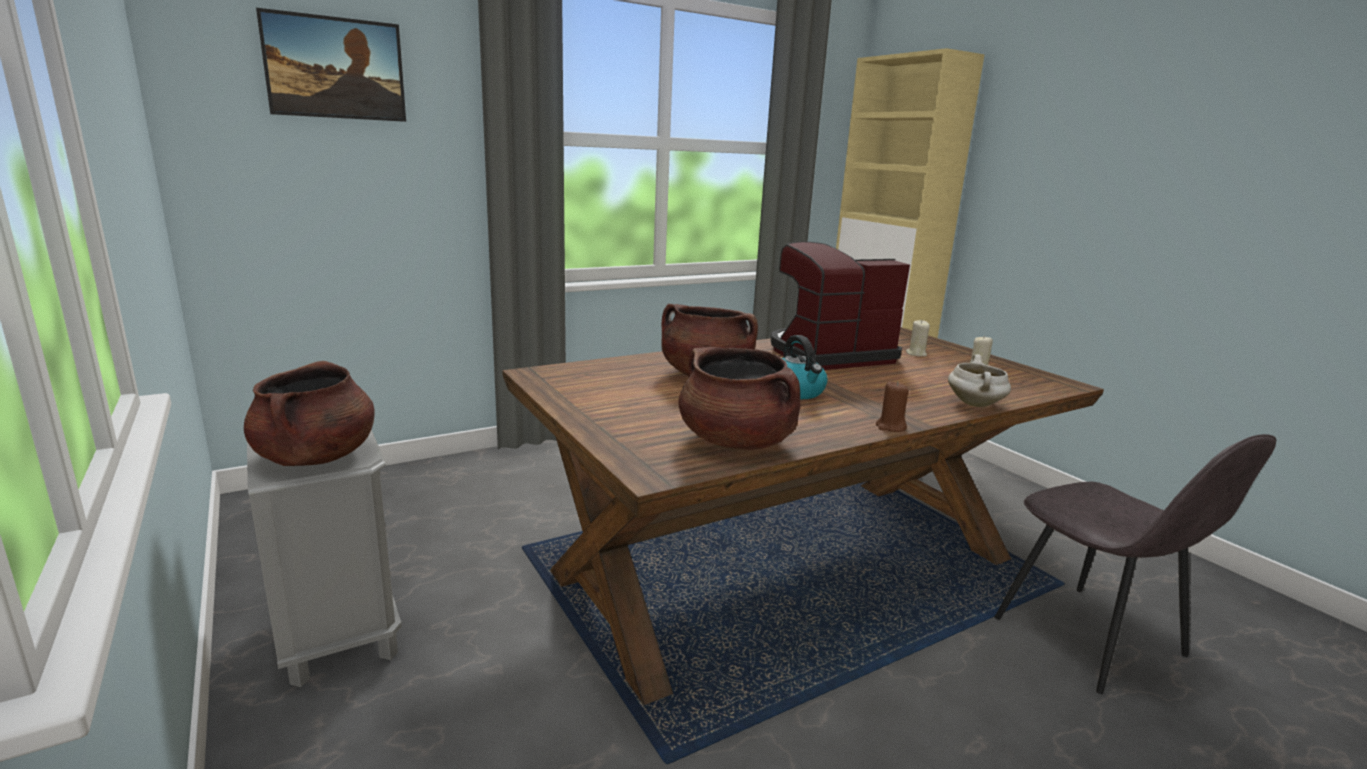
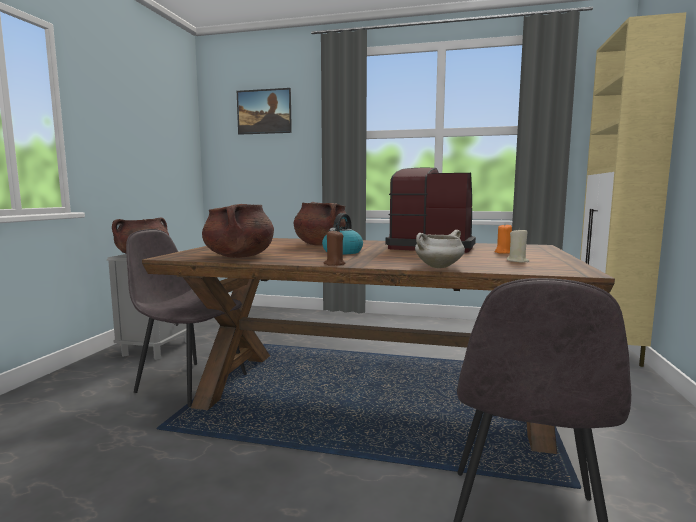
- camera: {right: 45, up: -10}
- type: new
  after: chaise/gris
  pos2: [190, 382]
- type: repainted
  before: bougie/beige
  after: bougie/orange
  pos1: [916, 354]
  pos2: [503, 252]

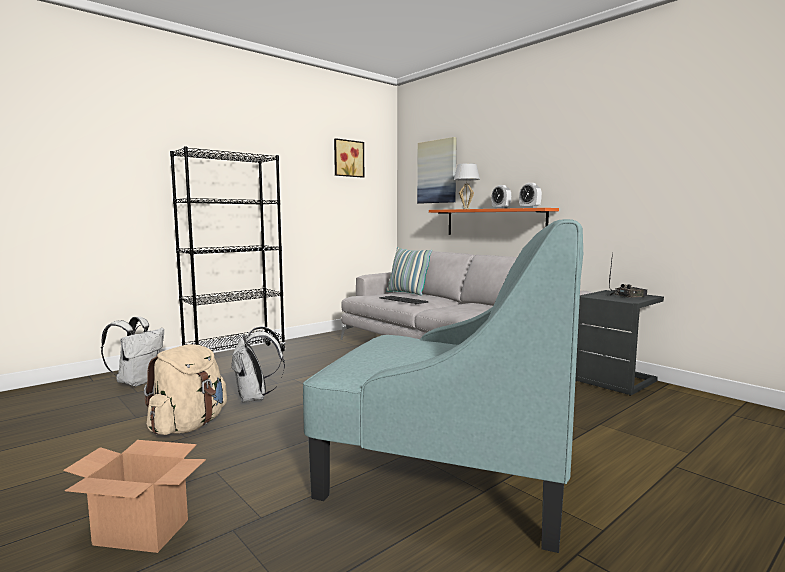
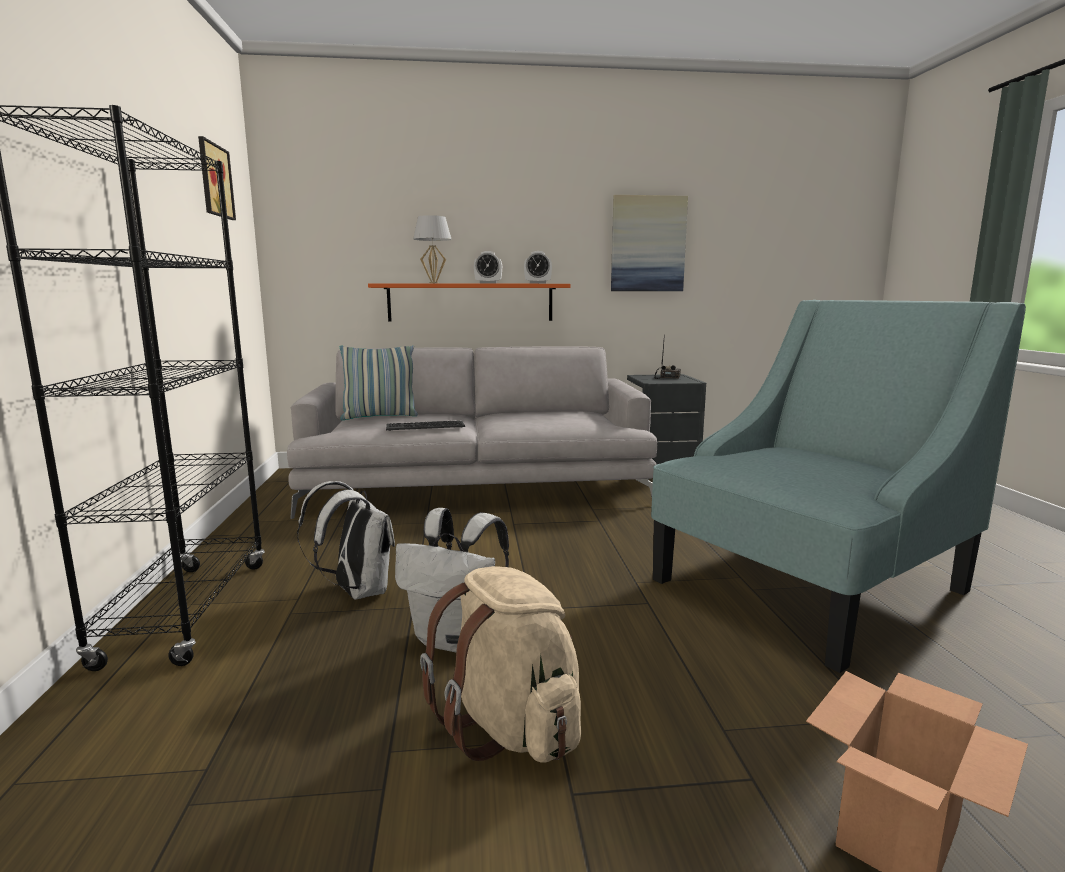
- camera: {right: -55, up: 5}
- type: shifted
  before: sac à dos/blanc
  pos1: [137, 382]
  pos2: [357, 592]
- type: shifted
  before: tableau
  pos1: [437, 172]
  pos2: [648, 244]

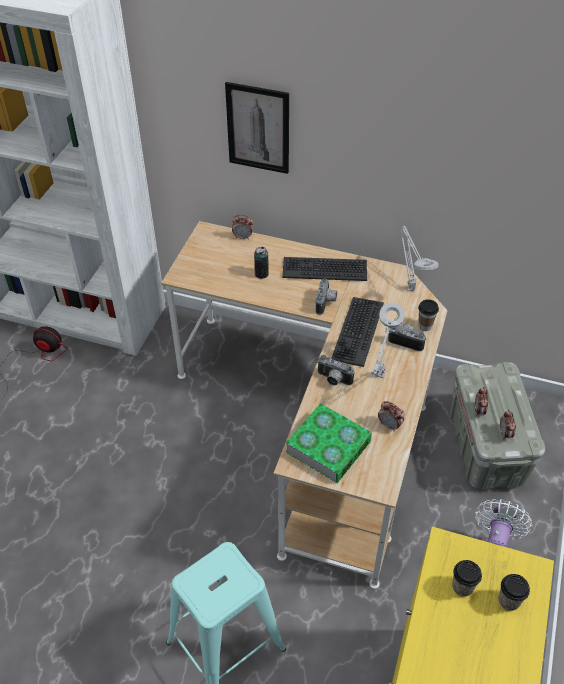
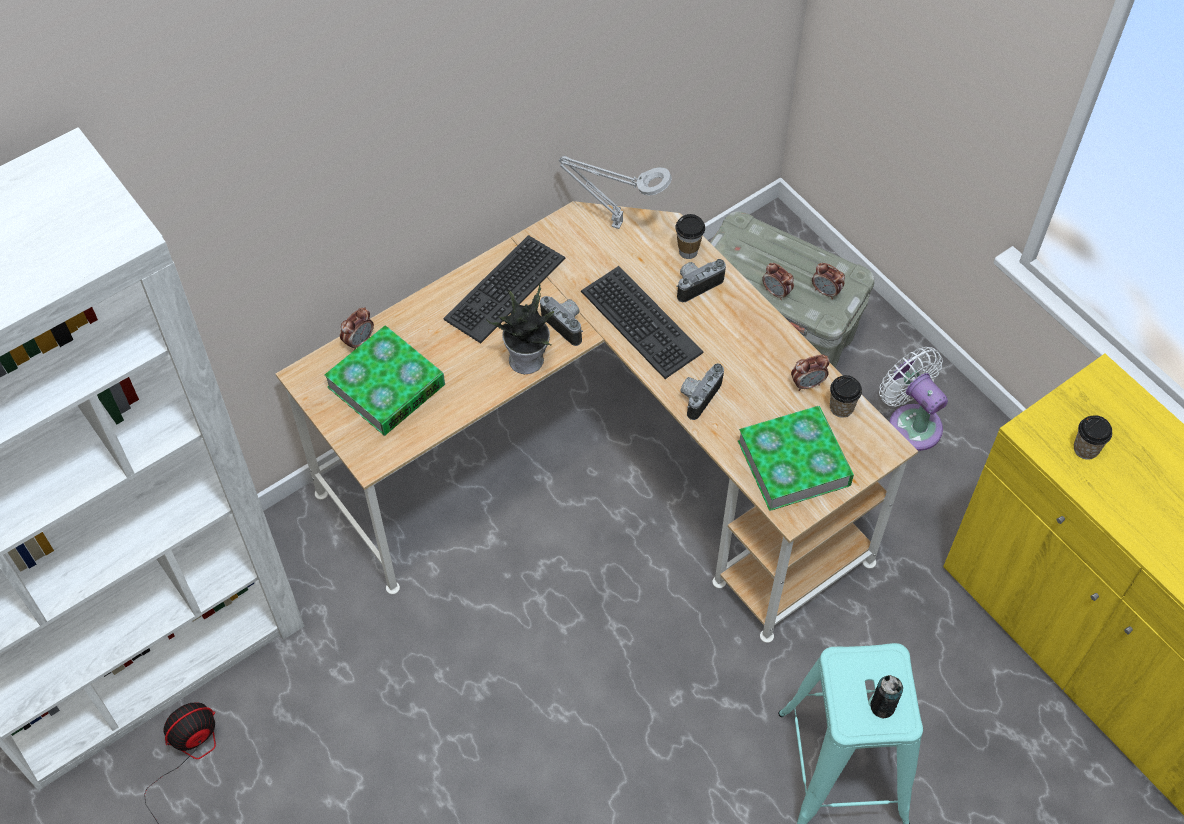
- camera: {right: -55, up: 10}
- type: gone
  before: tableau
  pos1: [258, 128]
- type: gone
  before: lampe de table/gris
  pos1: [379, 377]
- type: new
  after: livre
  pos2: [386, 386]
- type: new
  after: plante en pot
  pos2: [528, 360]
- type: shifted
  before: boîte métallique
  pos1: [261, 274]
  pos2: [882, 706]
- type: shifted
  before: tasse
  pos1: [509, 601]
  pos2: [841, 407]
- type: rotated
  before: appareil photo
  pos1: [333, 380]
  pos2: [698, 396]
  turn: 150

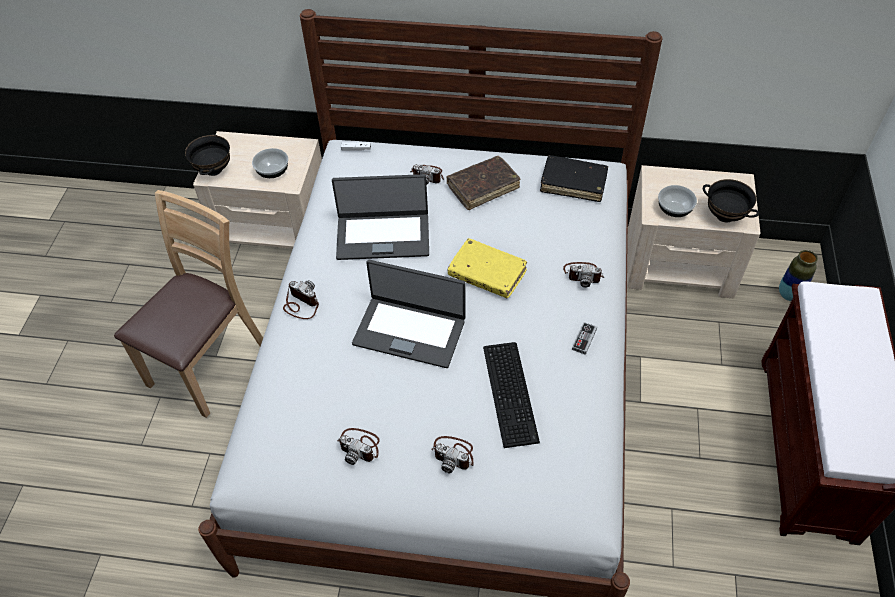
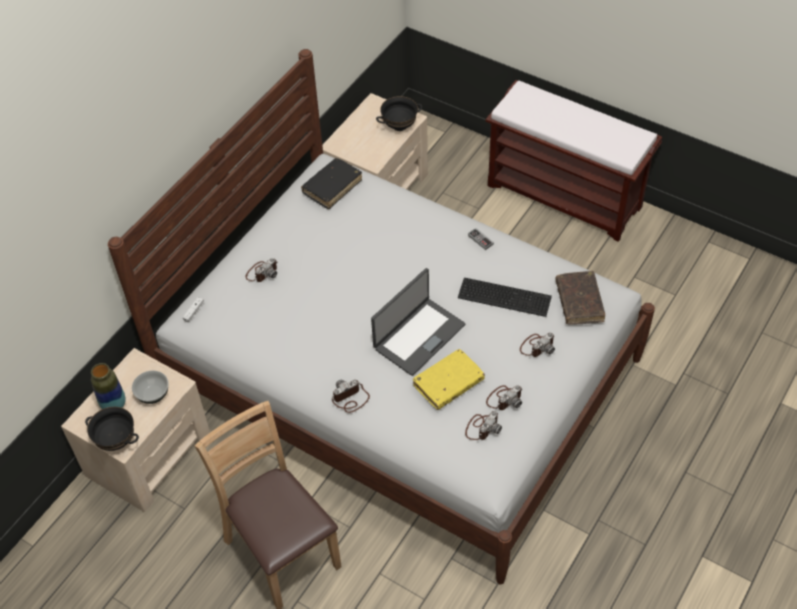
- camera: {right: -65, up: 0}
- type: gone
  before: ordinateur portable
  pos1: [383, 235]
- type: gone
  before: bol
  pos1: [674, 209]
- type: shifted
  before: livre/marron
  pos1: [483, 187]
  pos2: [579, 302]
- type: shifted
  before: livre/jaune
  pos1: [487, 274]
  pos2: [448, 383]
- type: shifted
  before: appareil photo
  pos1: [583, 274]
  pos2: [482, 427]
- type: shifted
  before: vase
  pos1: [789, 294]
  pos2: [114, 405]

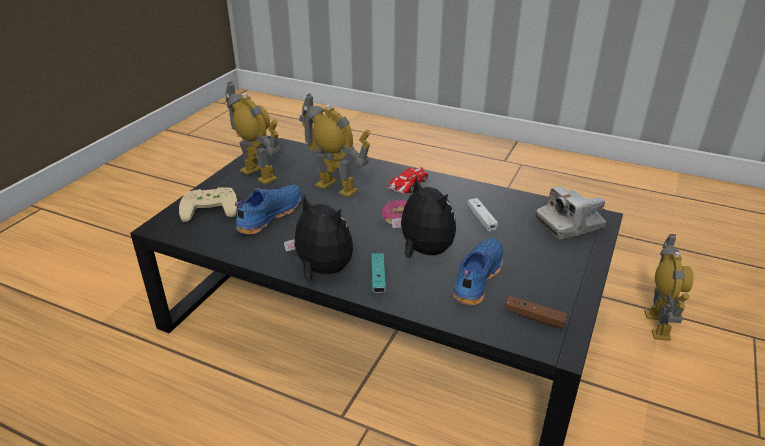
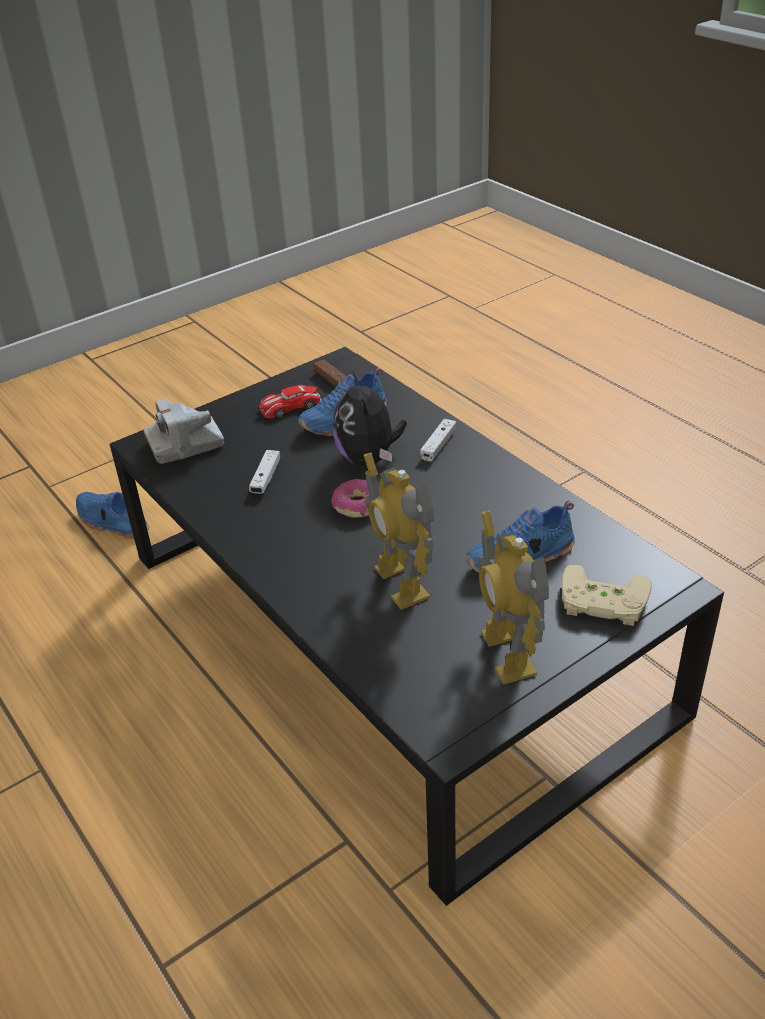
- camera: {right: -150, up: 5}
- type: gone
  before: peluche
  pos1: [322, 271]
- type: shifted
  before: petite voiture
  pos1: [409, 184]
  pos2: [289, 406]
- type: swapped
  before: robot jouet
  after: chaussure/bleu
  pos1: [657, 325]
  pos2: [112, 523]
- type: repainted
  before: manette/turquoise
  after: manette/blanc
  pos1: [378, 278]
  pos2: [438, 445]
- type: rotated
  before: appareil photo
  pos1: [569, 225]
  pos2: [185, 444]
  turn: 150

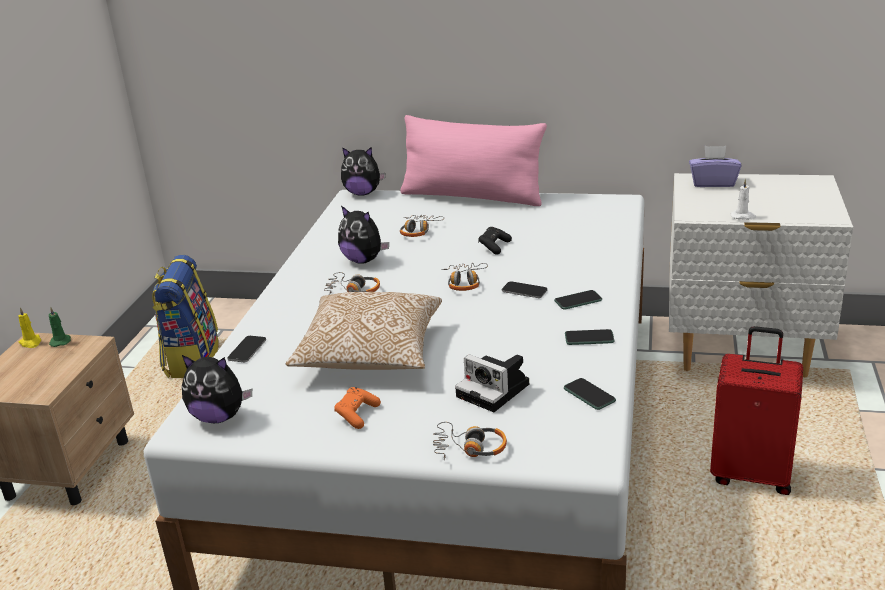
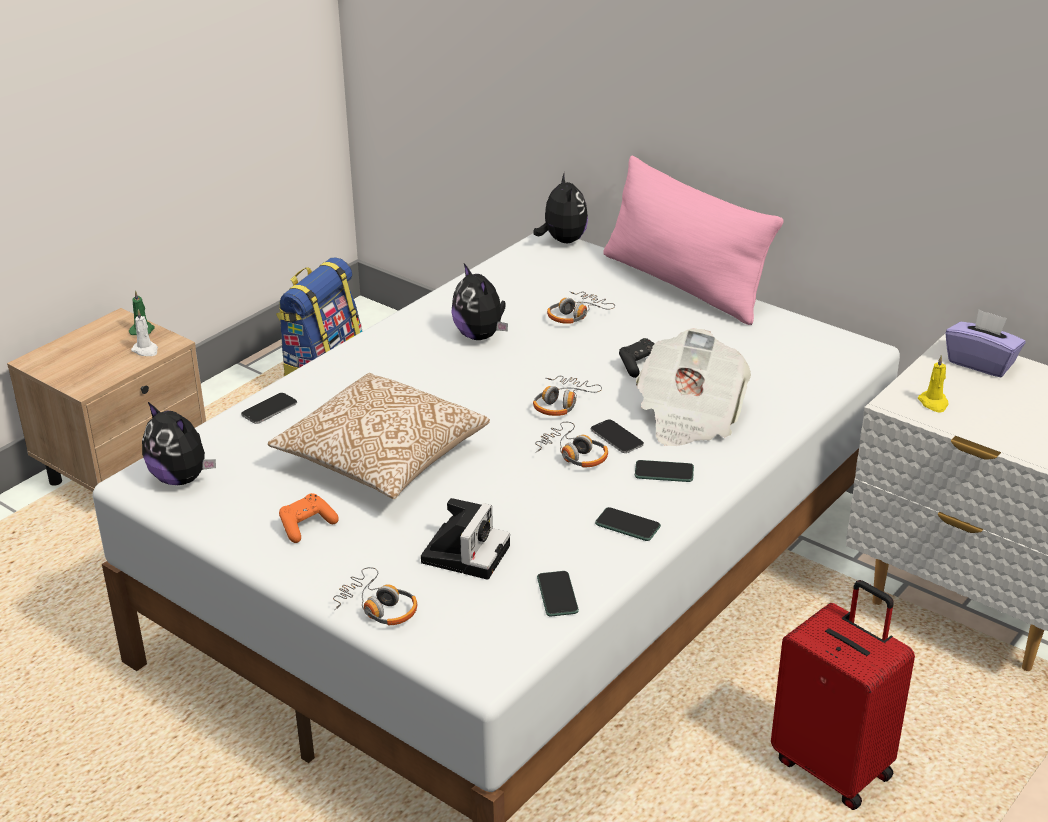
- camera: {right: 25, up: 5}
- type: new
  after: journal
  pos2: [689, 416]
- type: shifted
  before: bougie/jaune
  pos1: [31, 342]
  pos2: [933, 403]
- type: shifted
  before: casque audio
  pos1: [353, 290]
  pos2: [573, 454]
- type: shifted
  before: bougie/blanc
  pos1: [743, 216]
  pos2: [146, 350]
- type: rotated
  before: peluche
  pos1: [363, 193]
  pos2: [562, 240]
  turn: -135
- type: rotated
  before: appareil photo
  pos1: [496, 391]
  pos2: [466, 552]
  turn: -135

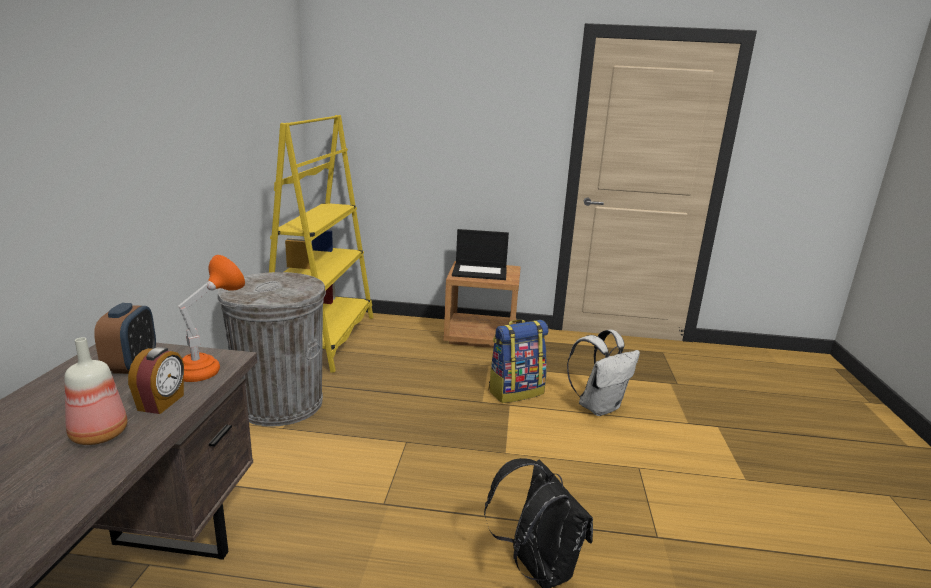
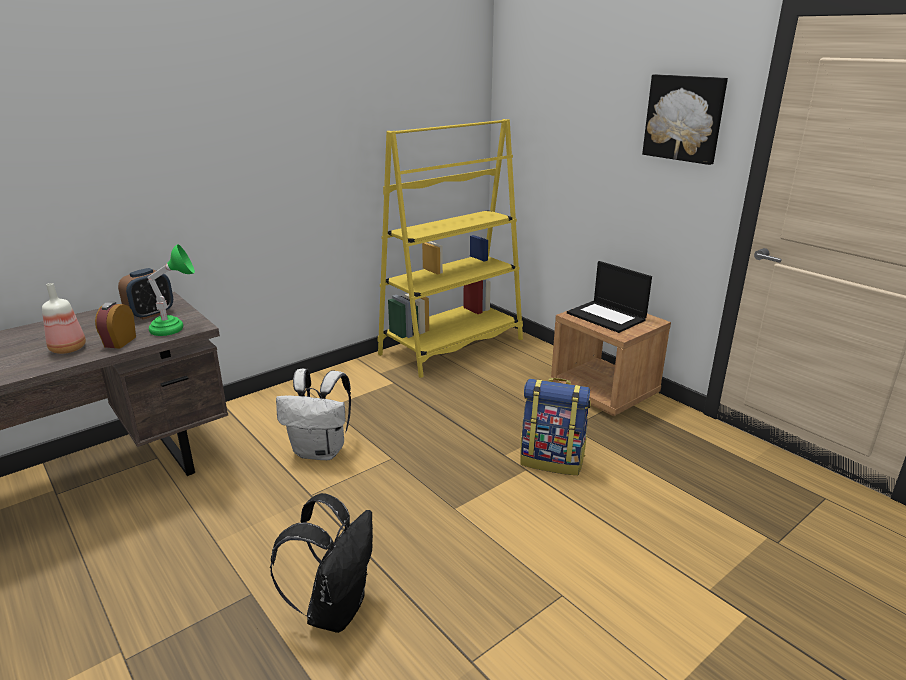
- camera: {right: 45, up: 5}
- type: gone
  before: poubelle/gris
  pos1: [281, 403]
- type: new
  after: tableau
  pos2: [684, 118]
- type: shifted
  before: sac à dos/blanc
  pos1: [599, 406]
  pos2: [321, 451]
- type: repainted
  before: lampe de table/orange
  after: lampe de table/vert
  pos1: [210, 368]
  pos2: [176, 329]
- type: rotated
  before: réveil
  pos1: [162, 403]
  pos2: [119, 342]
  turn: 135

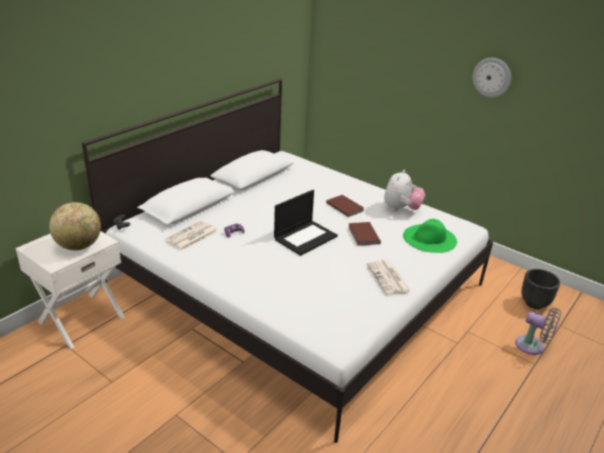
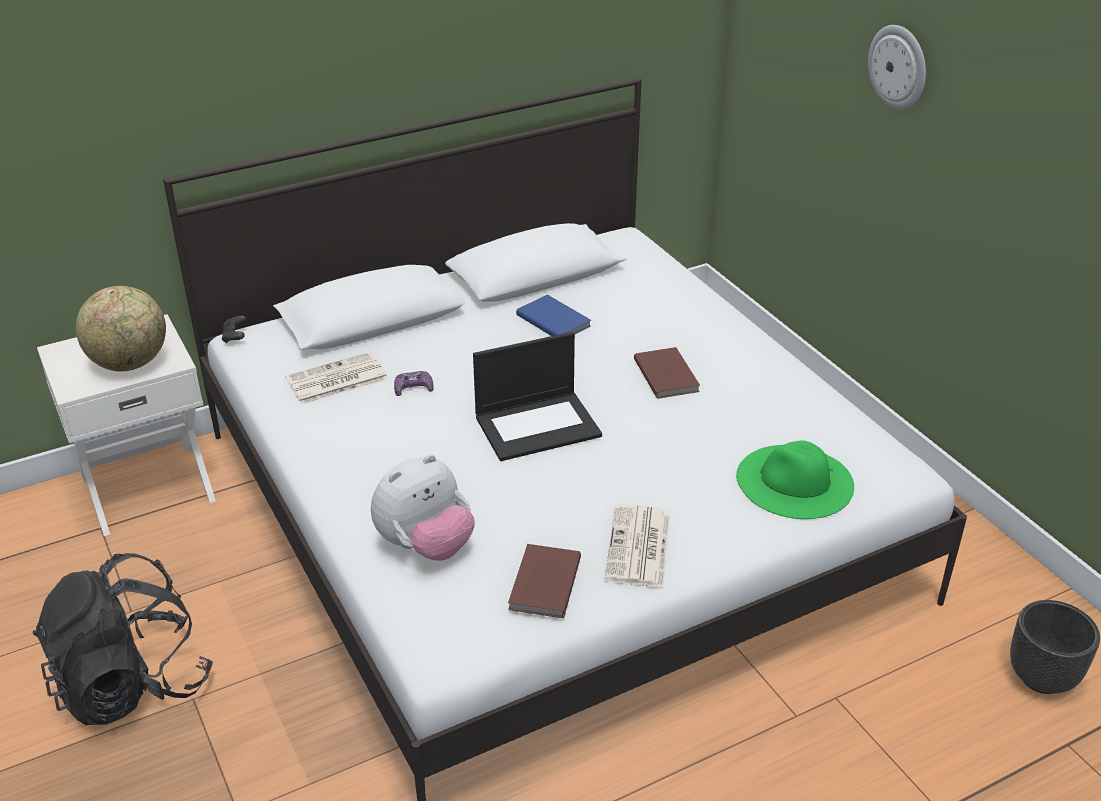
- camera: {right: 25, up: 5}
- type: gone
  before: ventilateur/gris
  pos1: [532, 346]
- type: new
  after: sac à dos/noir
  pos2: [132, 685]
- type: new
  after: livre/bleu
  pos2: [554, 320]
- type: shifted
  before: livre/marron
  pos1: [363, 235]
  pos2: [542, 584]
- type: shifted
  before: peluche
  pos1: [401, 209]
  pos2: [425, 546]
- type: shifted
  before: horloge murale
  pos1: [492, 77]
  pos2: [898, 67]

